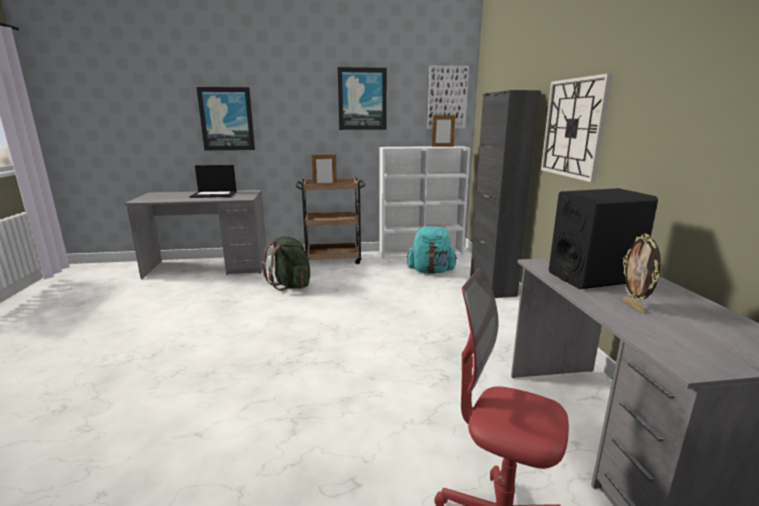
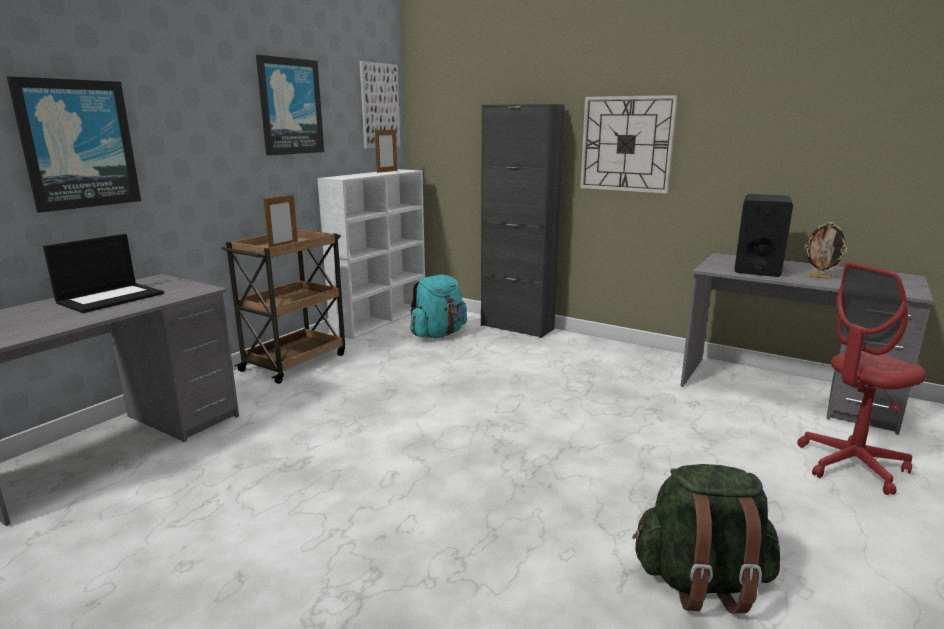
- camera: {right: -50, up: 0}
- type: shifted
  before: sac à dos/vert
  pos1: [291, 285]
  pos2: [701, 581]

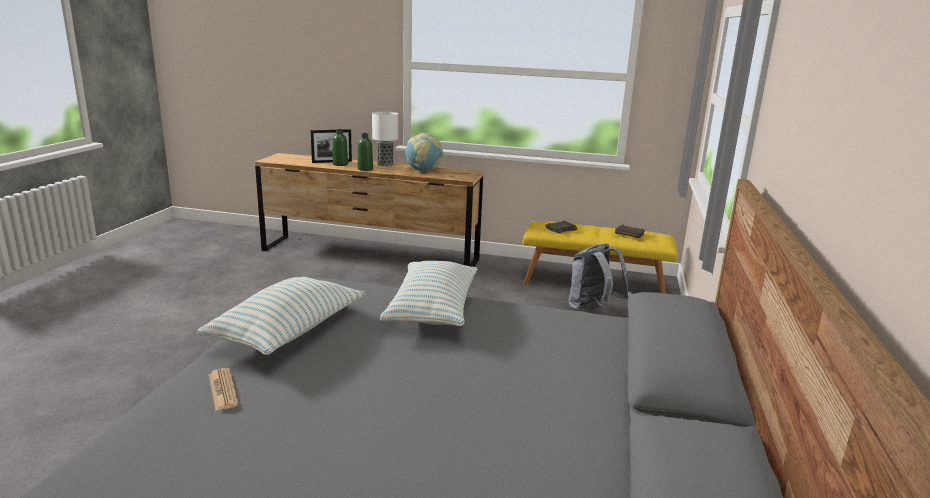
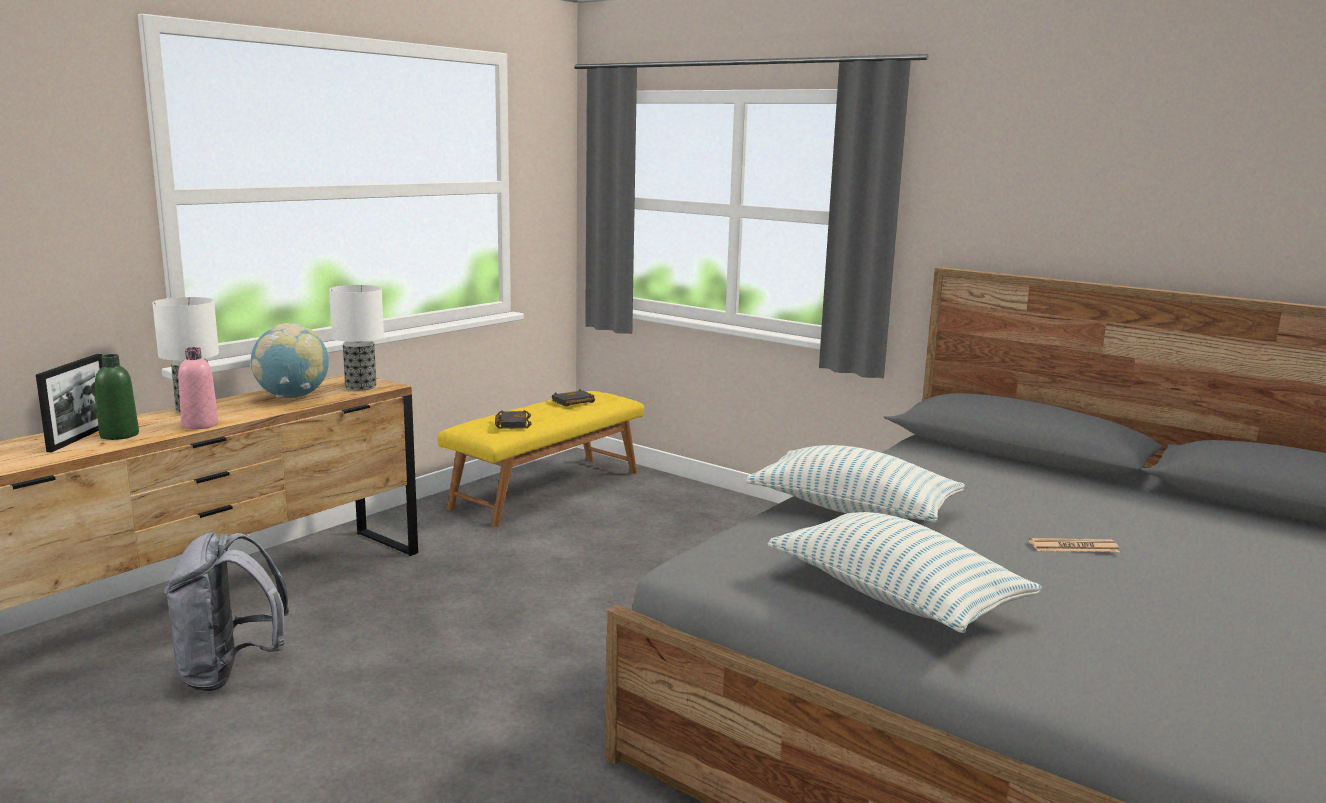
- camera: {right: -65, up: -5}
- type: new
  after: lampe de table
  pos2: [360, 387]
- type: shifted
  before: journal
  pos1: [222, 390]
  pos2: [1073, 547]
- type: shifted
  before: sac à dos/gris
  pos1: [592, 310]
  pos2: [230, 672]
- type: repainted
  before: bouteille/vert
  after: bouteille/rose
  pos1: [365, 169]
  pos2: [200, 425]

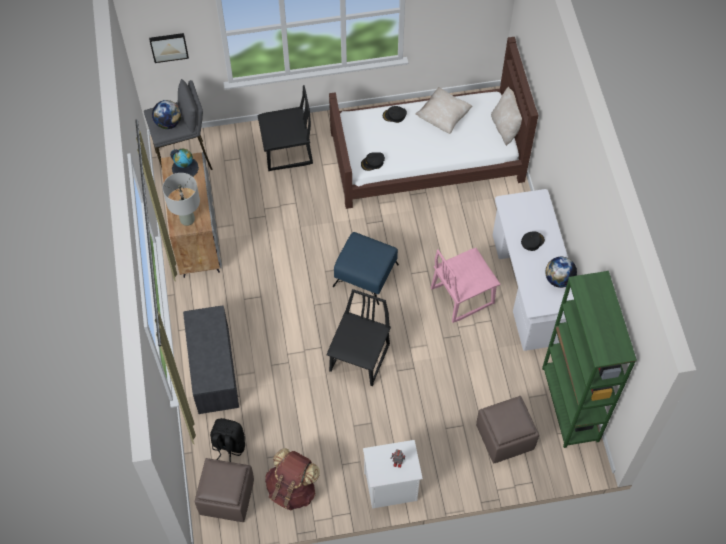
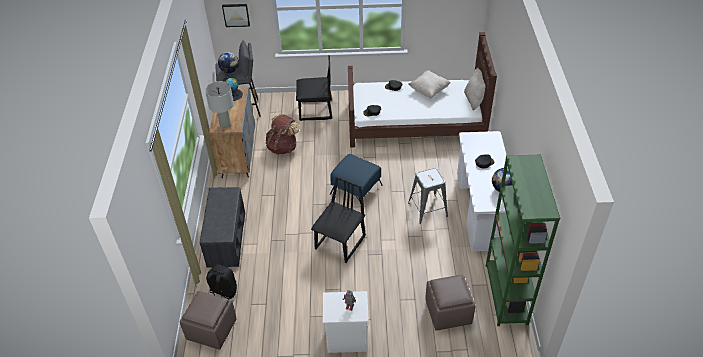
- camera: {right: 10, up: -15}
- type: shifted
  before: sac à dos/marron
  pos1: [292, 489]
  pos2: [283, 147]
- type: swapped
  before: chaise/rose
  after: tabouret/gris
  pos1: [462, 295]
  pos2: [427, 209]

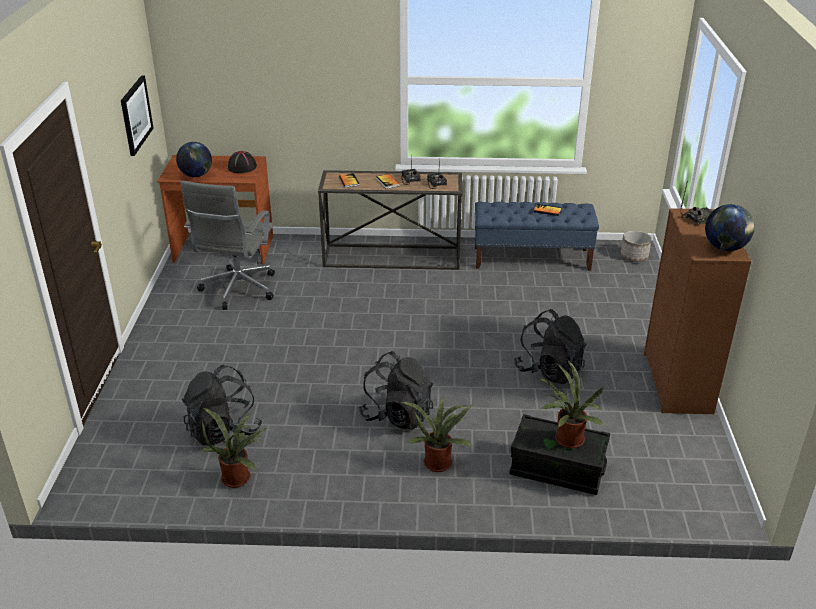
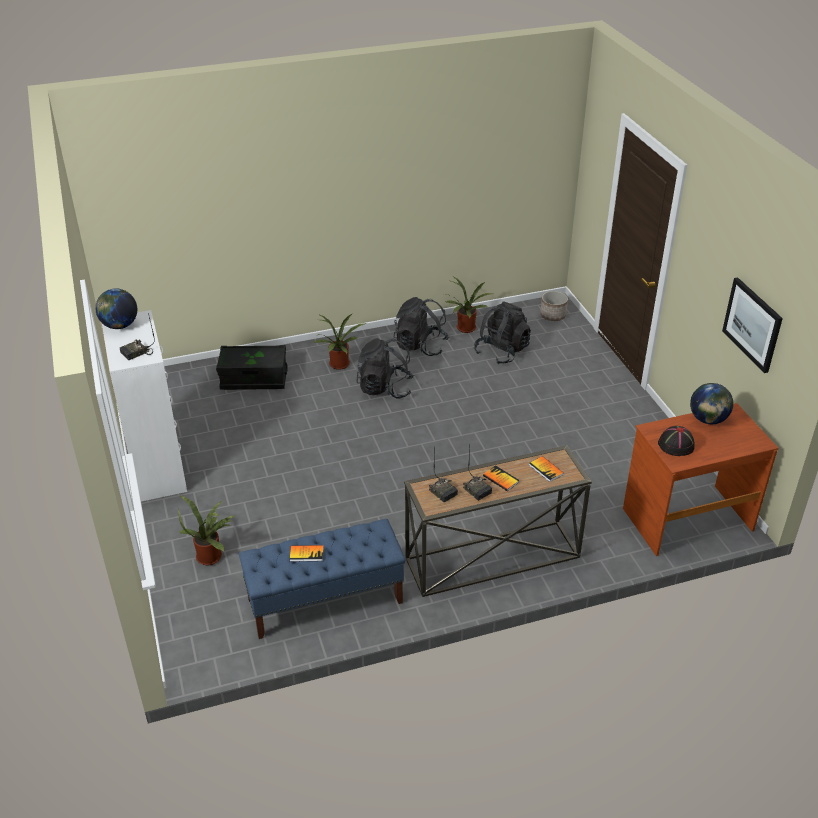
- camera: {right: 160, up: 5}
- type: gone
  before: chaise de bureau/gris
  pos1: [237, 291]
- type: shifted
  before: sac à dos/noir
  pos1: [549, 370]
  pos2: [420, 346]
- type: shifted
  before: plante en pot
  pos1: [566, 441]
  pos2: [211, 555]
- type: shifted
  before: cache-pot
  pos1: [634, 257]
  pos2: [552, 315]
- type: repainted
  before: commode/marron
  after: commode/blanc
  pos1: [677, 383]
  pos2: [157, 467]

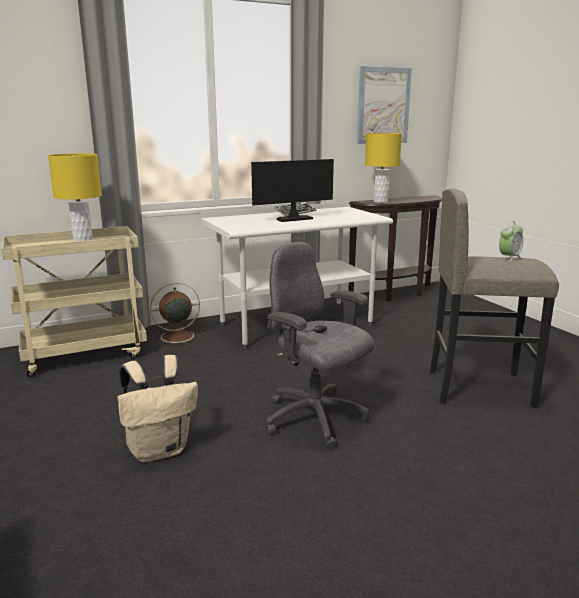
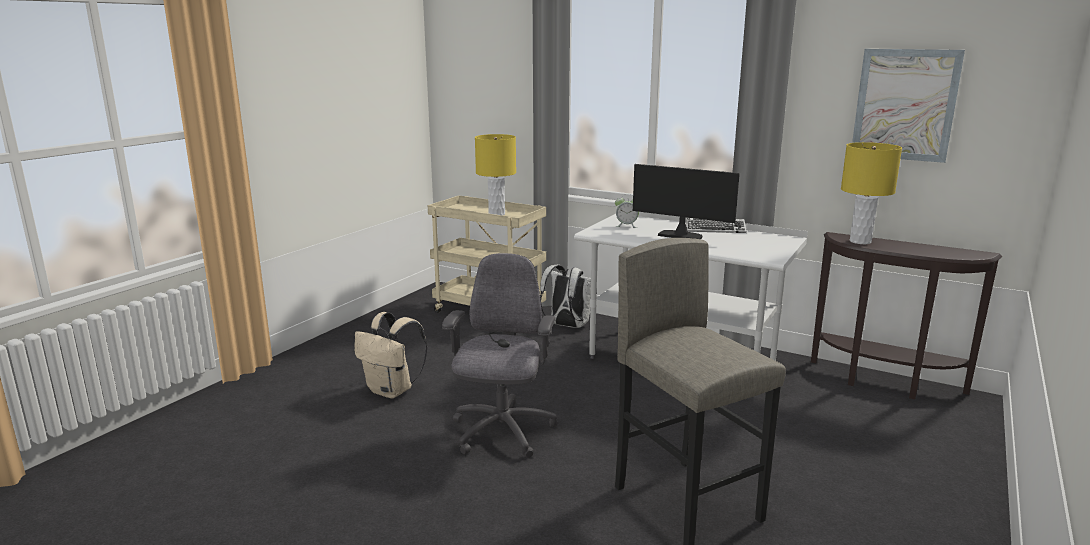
- camera: {right: 55, up: 0}
- type: shifted
  before: réveil
  pos1: [509, 258]
  pos2: [627, 225]
- type: swapped
  before: ventilateur/marron
  after: sac à dos/blanc
  pos1: [175, 337]
  pos2: [567, 326]

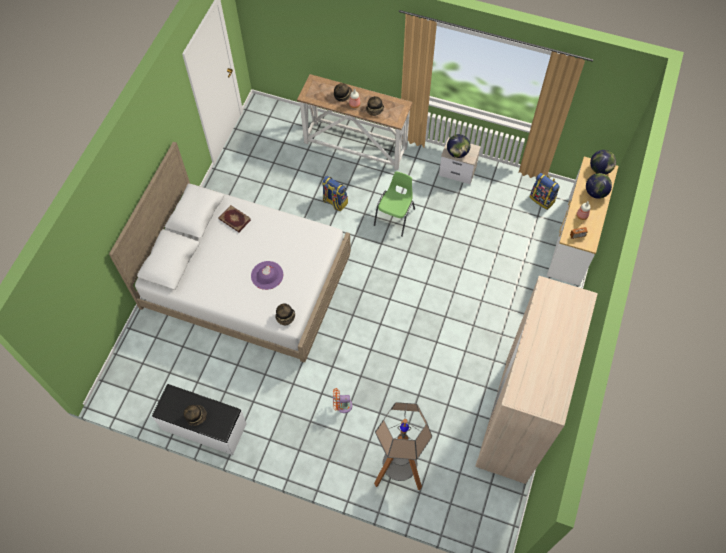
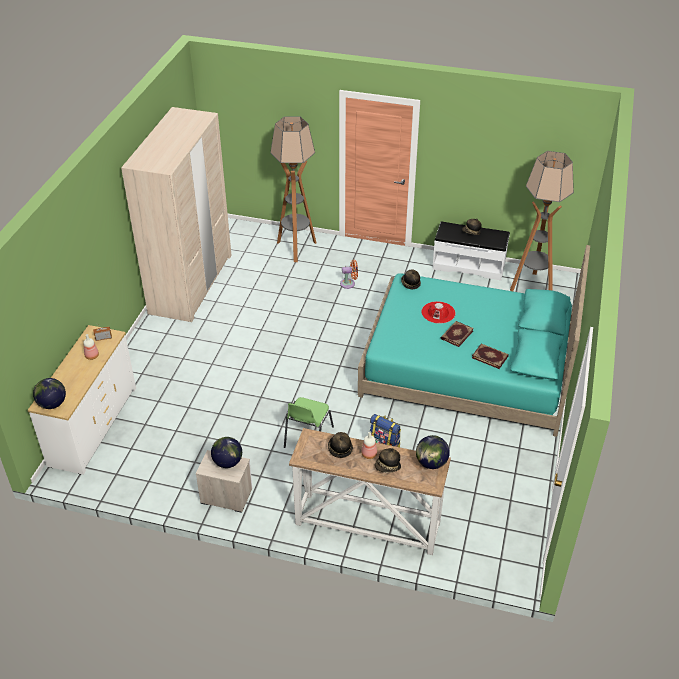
- camera: {right: 175, up: -20}
- type: gone
  before: sac à dos
  pos1: [542, 199]
- type: new
  after: livre
  pos2: [456, 334]
- type: new
  after: lampadaire
  pos2: [532, 287]
- type: shifted
  before: globe
  pos1: [595, 193]
  pos2: [431, 463]
- type: repainted
  before: lit/blanc
  after: lit/turquoise
  pos1: [246, 280]
  pos2: [467, 368]
- type: repainted
  before: chapeau/violet
  after: chapeau/rouge
  pos1: [267, 275]
  pos2: [438, 312]

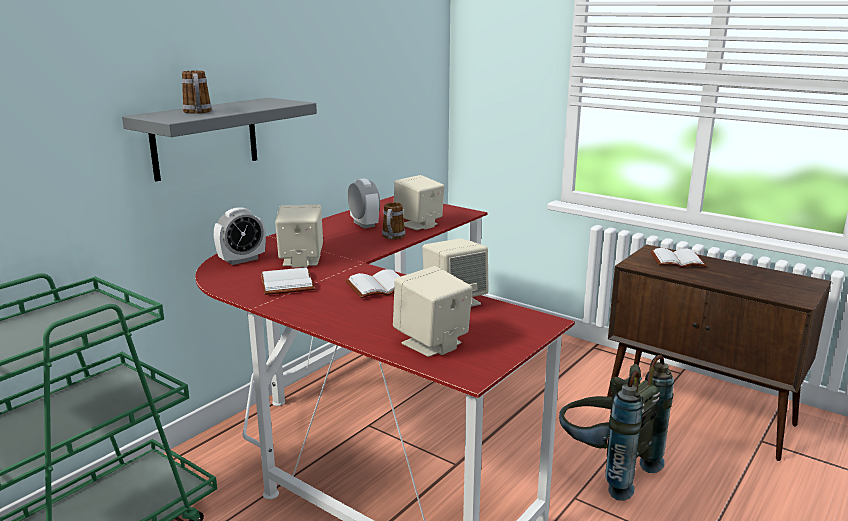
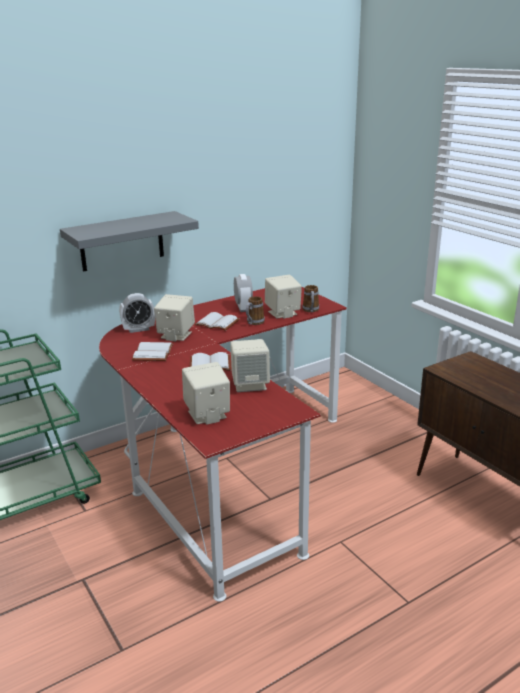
- camera: {right: 20, up: 5}
- type: gone
  before: sac à dos/gris
  pos1: [605, 469]
- type: shifted
  before: mug
  pos1: [198, 112]
  pos2: [311, 310]
- type: shifted
  before: livre/blanc
  pos1: [677, 260]
  pos2: [218, 323]

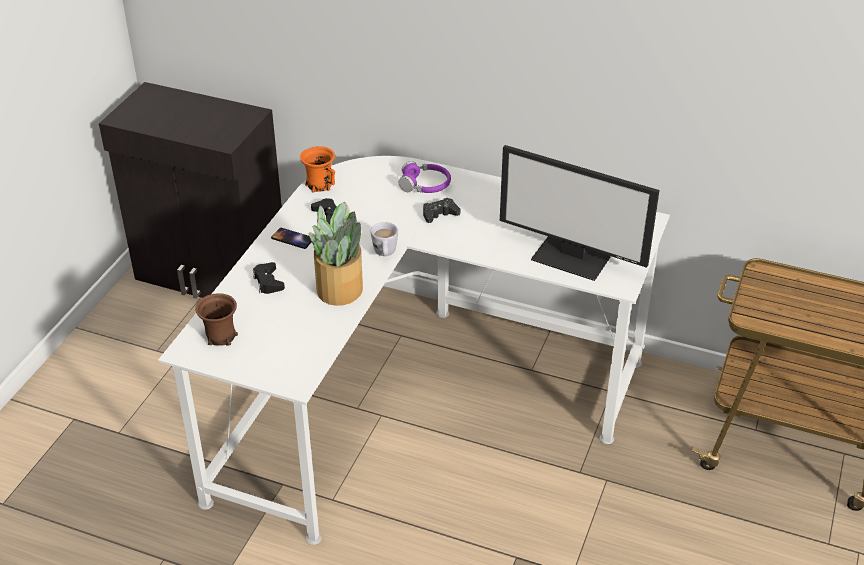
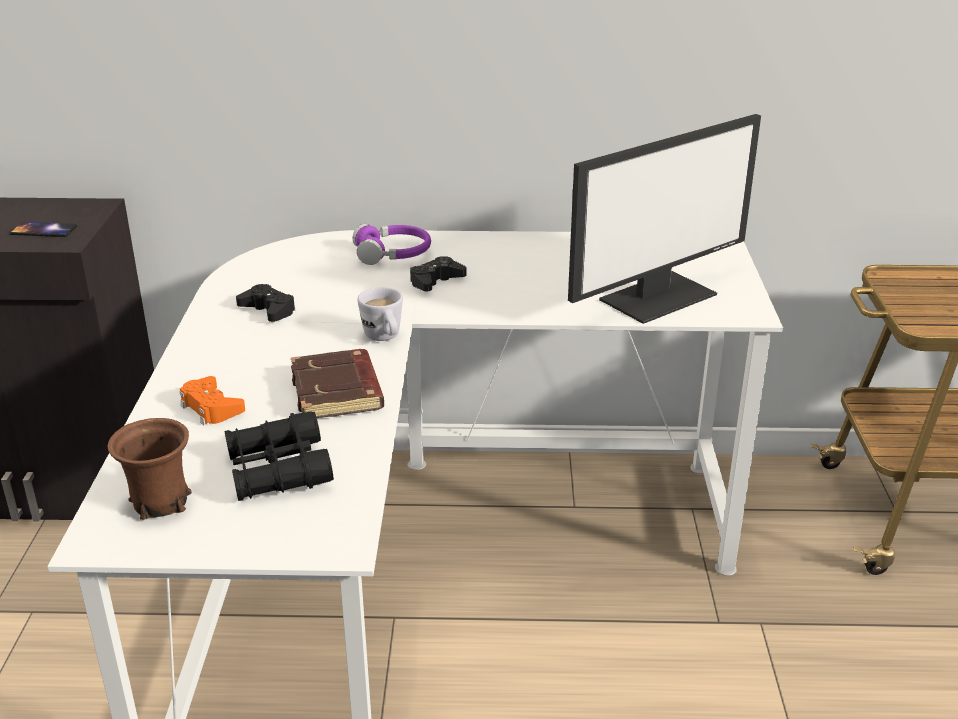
- camera: {right: -20, up: -10}
- type: gone
  before: mug/orange
  pos1: [320, 185]
- type: new
  after: jumelles/noir
  pos2: [278, 470]
- type: shifted
  before: téléphone
  pos1: [292, 239]
  pos2: [44, 230]
- type: swapped
  before: plante en pot
  after: livre/marron
  pos1: [340, 288]
  pos2: [338, 392]
- type: repainted
  before: manette/noir
  after: manette/orange
  pos1: [268, 282]
  pos2: [211, 408]
- type: rotated
  before: écran d'ordinateur
  pos1: [572, 258]
  pos2: [657, 296]
  turn: -45

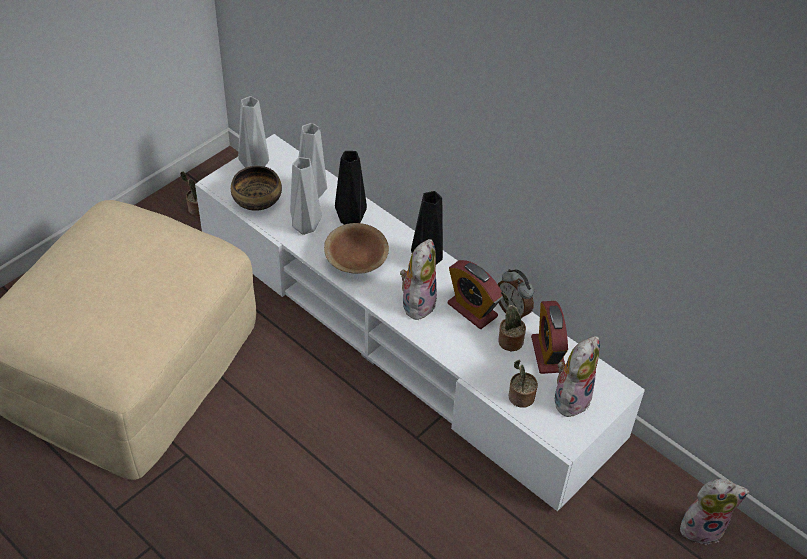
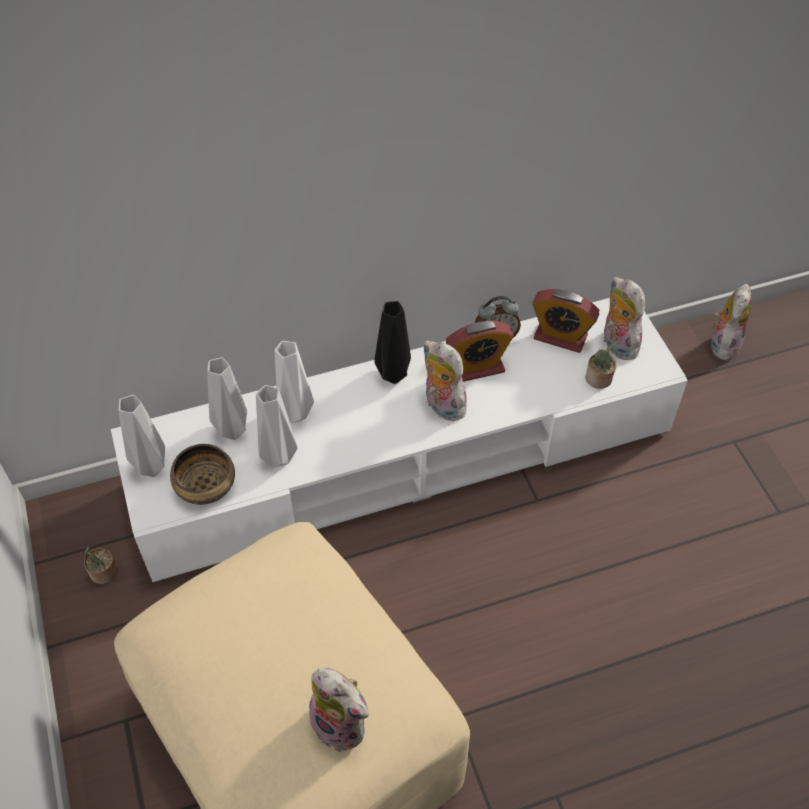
- camera: {right: -60, up: 5}
- type: gone
  before: bol/marron
  pos1: [356, 260]
- type: gone
  before: plante en pot
  pos1: [508, 340]
- type: new
  after: peluche
  pos2: [342, 724]
- type: repainted
  before: vase/noir
  after: vase/blanc
  pos1: [352, 220]
  pos2: [296, 412]

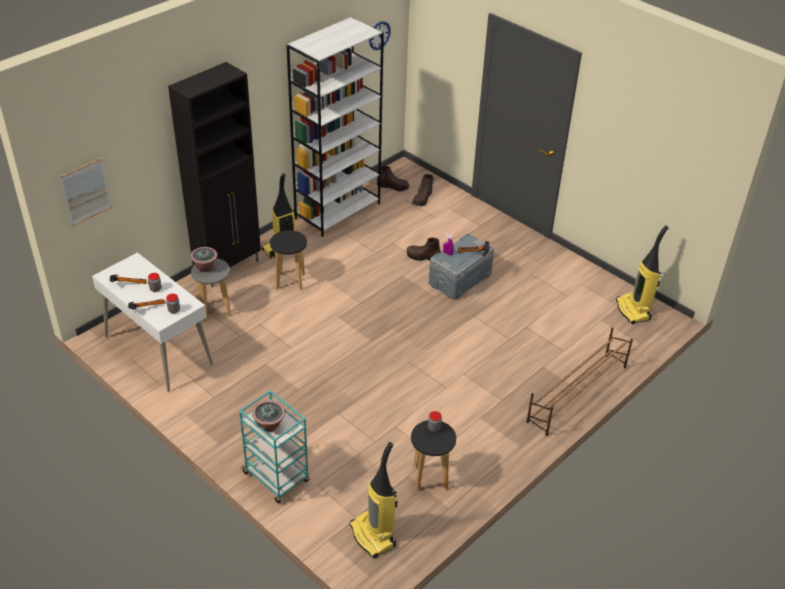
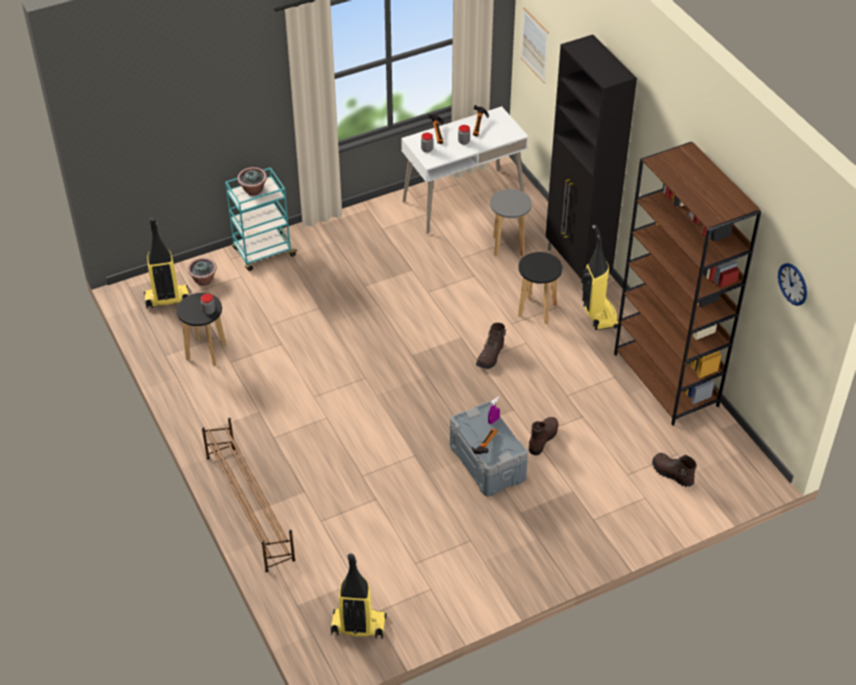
- camera: {right: 110, up: 5}
- type: shifted
  before: plante en pot
  pos1: [205, 267]
  pos2: [204, 280]
- type: shifted
  before: botte/marron
  pos1: [393, 187]
  pos2: [491, 356]
- type: repainted
  before: bibliothèque/blanc
  after: bibliothèque/marron
  pos1: [337, 210]
  pos2: [666, 380]

